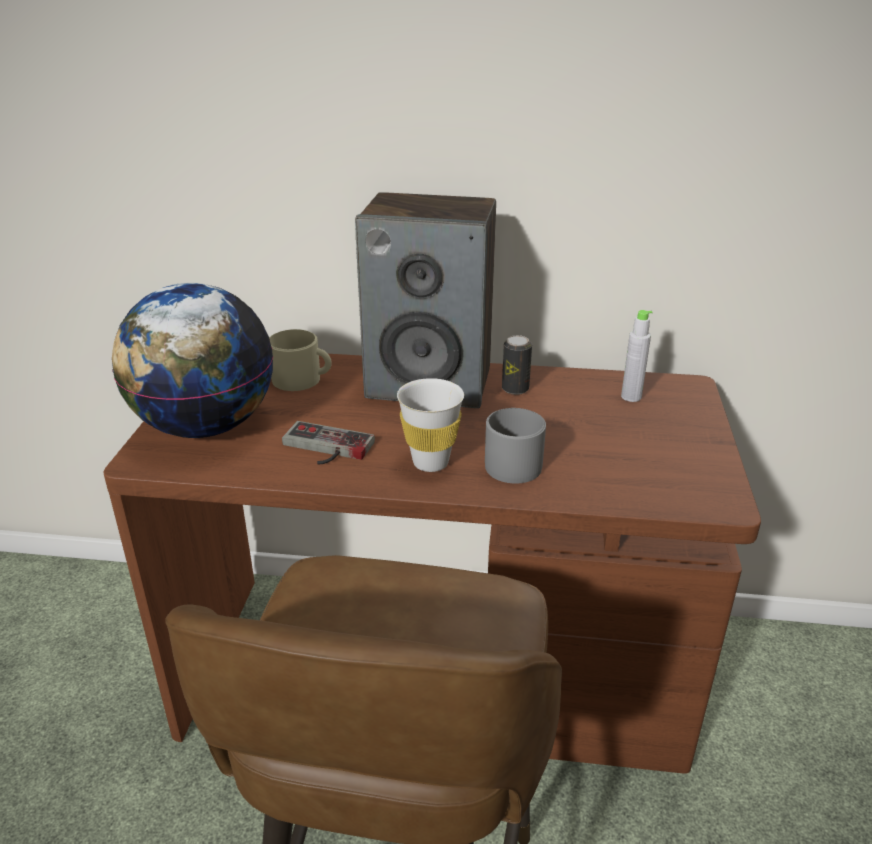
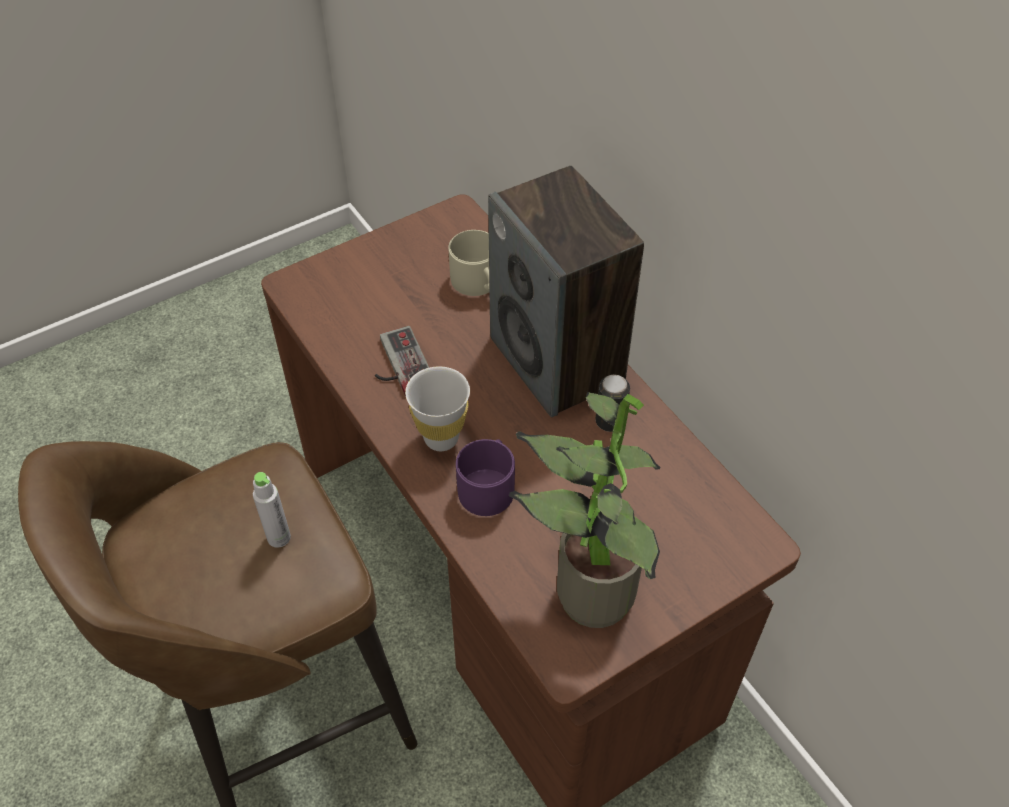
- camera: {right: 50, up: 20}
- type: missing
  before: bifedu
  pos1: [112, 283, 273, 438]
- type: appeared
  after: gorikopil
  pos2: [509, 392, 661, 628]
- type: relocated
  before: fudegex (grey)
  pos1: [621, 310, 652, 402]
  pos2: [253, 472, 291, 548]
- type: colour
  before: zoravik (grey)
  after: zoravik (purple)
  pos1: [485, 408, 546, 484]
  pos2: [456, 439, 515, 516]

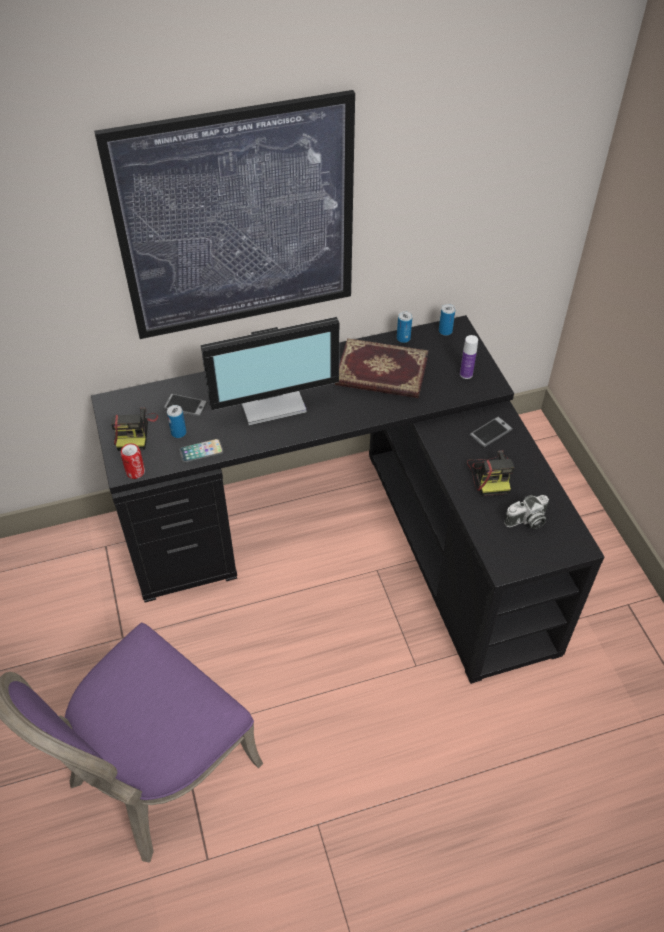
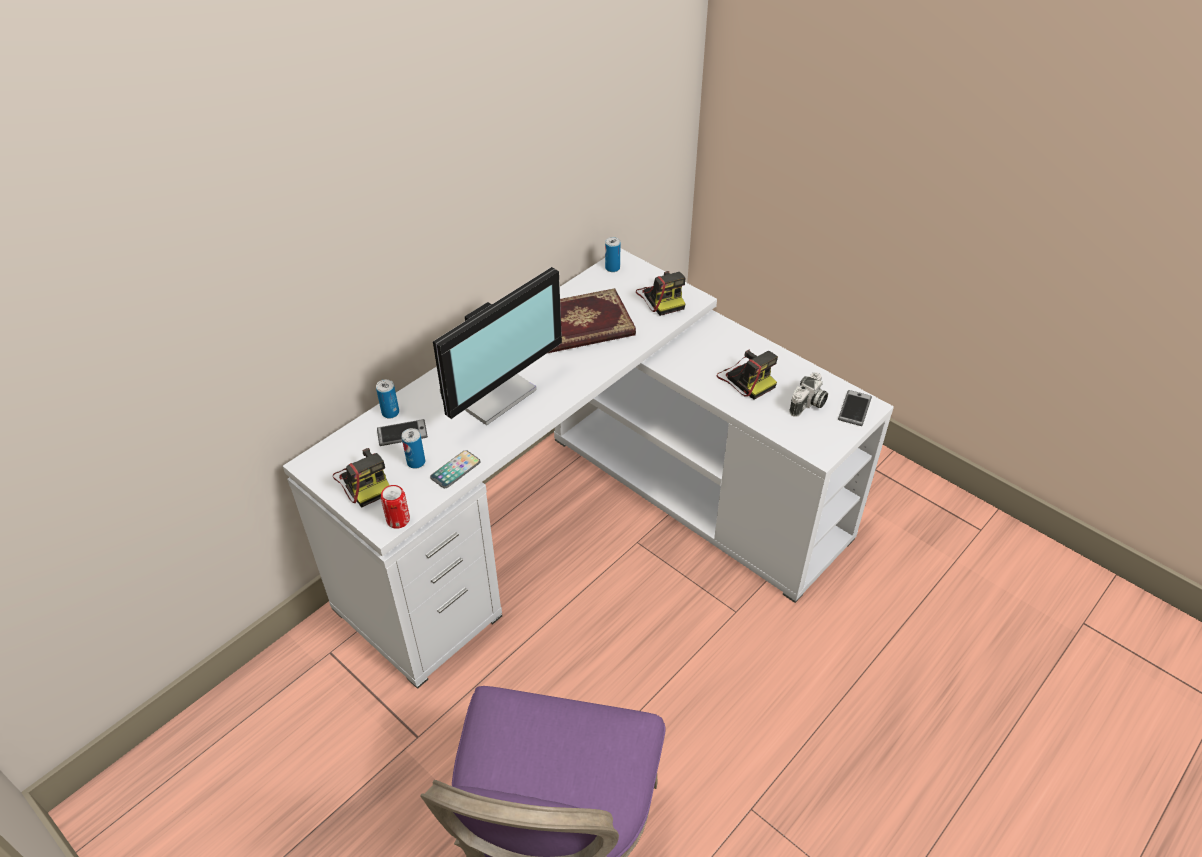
- camera: {right: -30, up: -5}
- type: missing
  before: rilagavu
  pos1: [94, 90, 355, 339]
- type: relocated
  before: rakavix
  pos1: [397, 311, 412, 343]
  pos2: [376, 379, 399, 418]
- type: relocated
  before: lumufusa
  pos1: [470, 417, 513, 447]
  pos2: [838, 390, 872, 426]
- type: exchanged
  before: fudegex
  after: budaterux
  pos1: [460, 335, 478, 379]
  pos2: [636, 271, 686, 316]
- type: colour
  before: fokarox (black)
  after: fokarox (white)
  pos1: [91, 315, 605, 684]
  pos2: [283, 248, 894, 689]

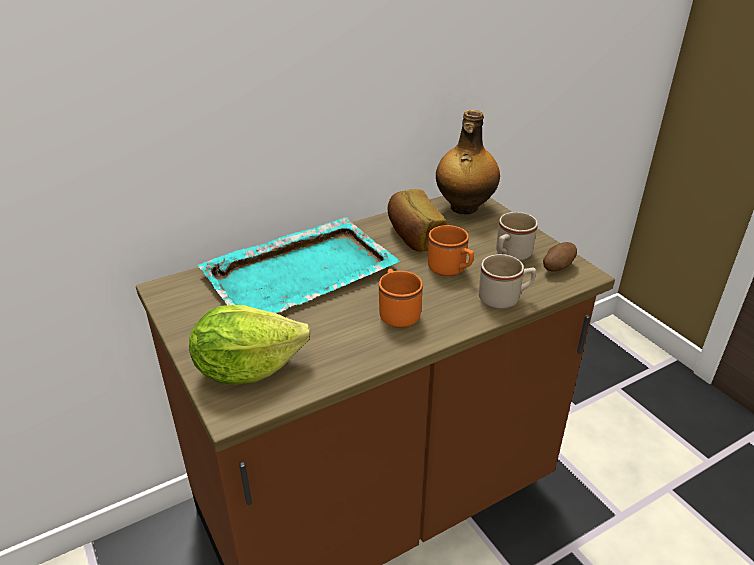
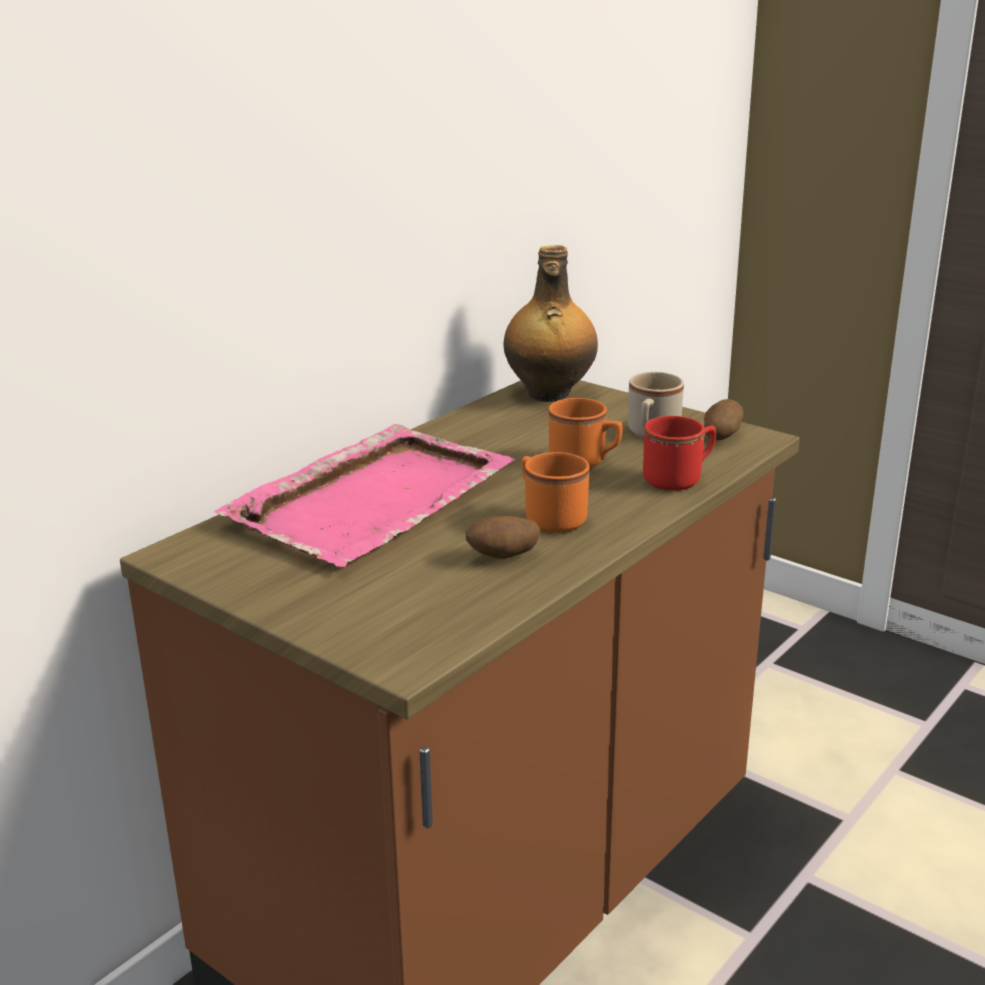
- camera: {right: -20, up: -10}
- type: missing
  before: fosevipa
  pos1: [189, 305, 311, 385]
- type: missing
  before: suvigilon
  pos1: [388, 189, 447, 252]
- type: appeared
  after: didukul
  pos2: [465, 516, 540, 559]
- type: colour
  before: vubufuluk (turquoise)
  after: vubufuluk (pink)
  pos1: [198, 217, 400, 313]
  pos2: [214, 424, 515, 567]
- type: colour
  before: zoravik (beige)
  after: zoravik (red)
  pos1: [479, 254, 536, 309]
  pos2: [643, 416, 716, 491]

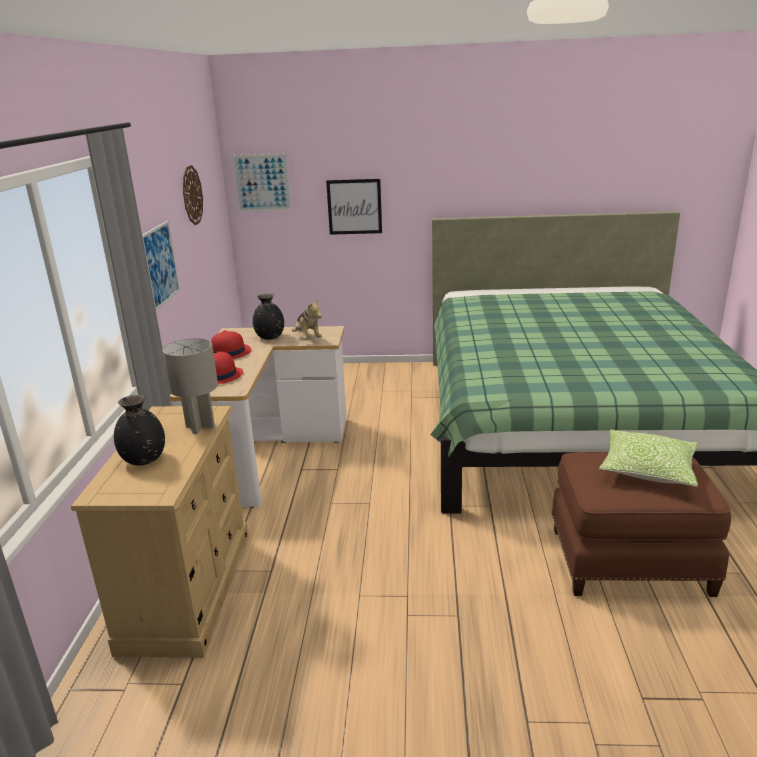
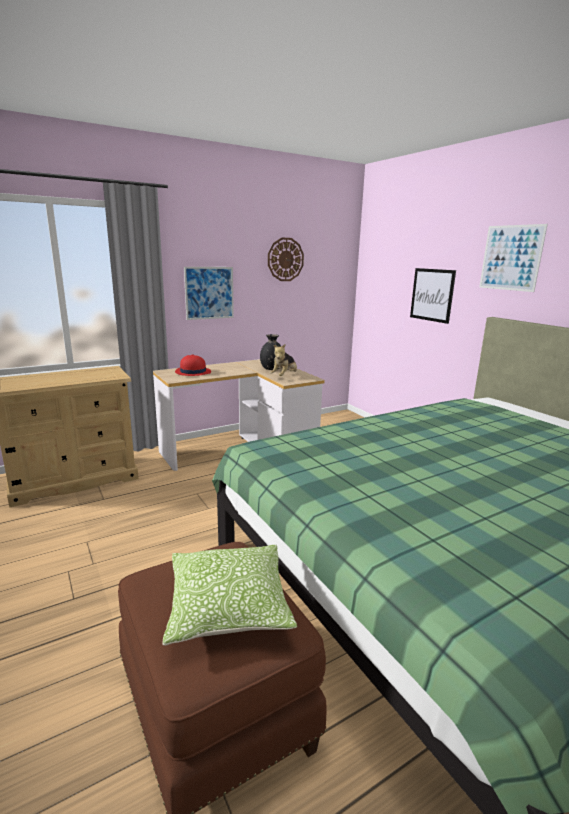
- camera: {right: 55, up: -5}
- type: missing
  before: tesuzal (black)
  pos1: [114, 395, 165, 465]
- type: missing
  before: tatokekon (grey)
  pos1: [162, 338, 218, 434]
- type: missing
  before: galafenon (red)
  pos1: [211, 330, 252, 359]
- type: relocated
  before: rilagavu
  pos1: [232, 153, 292, 212]
  pos2: [479, 224, 548, 292]

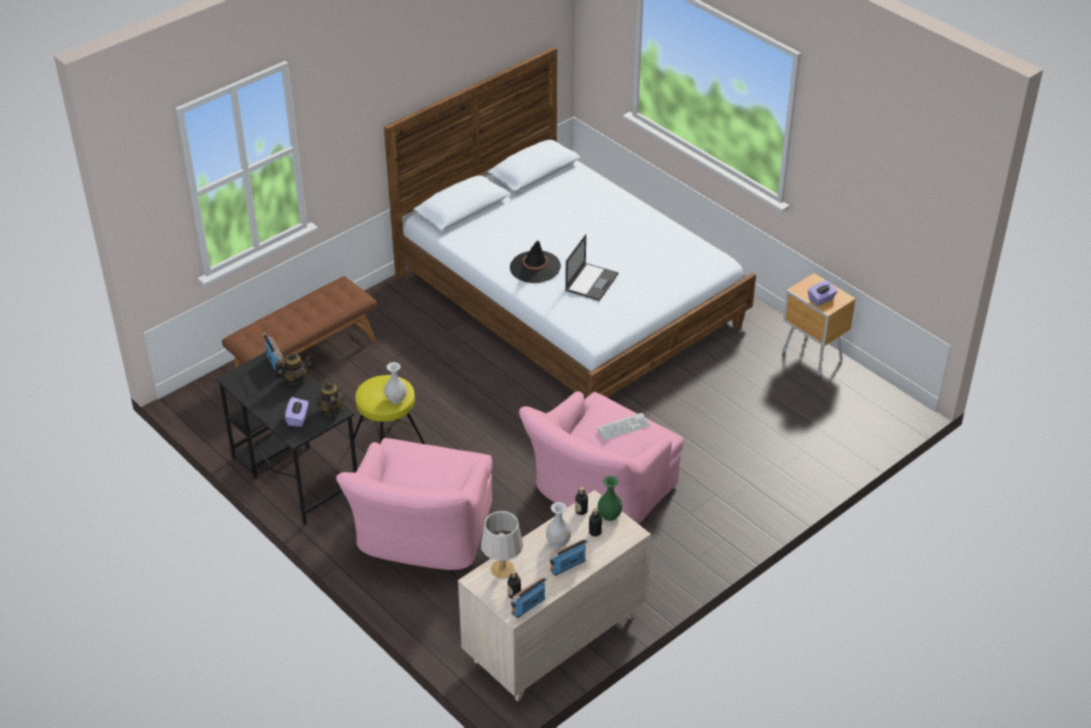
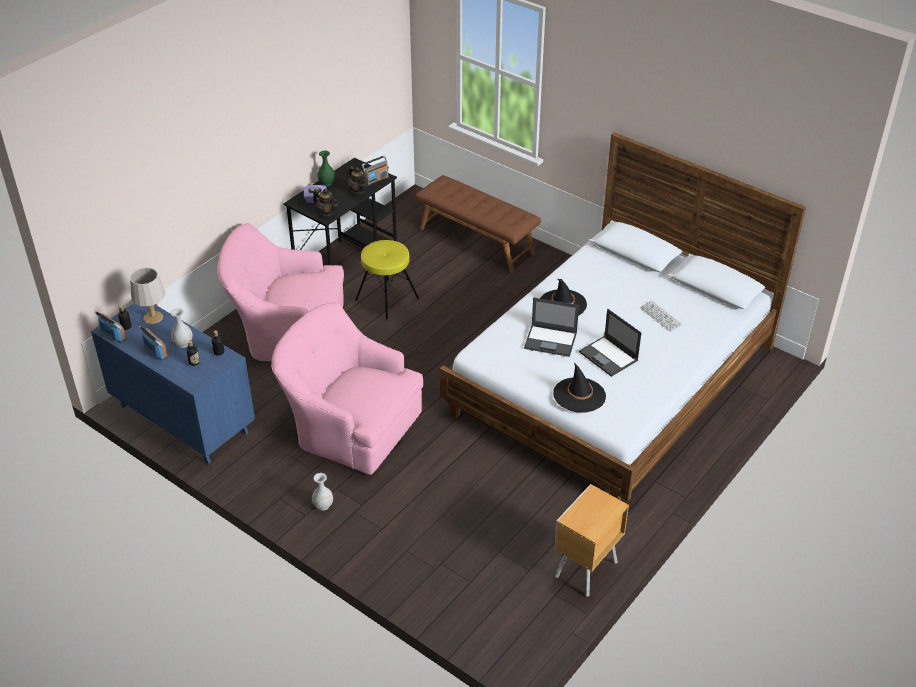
- camera: {right: 80, up: 0}
- type: missing
  before: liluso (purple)
  pos1: [808, 281, 837, 306]
- type: appeared
  after: galafenon (black)
  pos2: [553, 362, 606, 413]
- type: appeared
  after: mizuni
  pos2: [579, 309, 642, 377]
- type: relocated
  before: tesuzal (white)
  pos1: [384, 362, 407, 404]
  pos2: [312, 473, 333, 511]
- type: relocated
  before: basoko
  pos1: [596, 413, 650, 441]
  pos2: [640, 300, 682, 332]
- type: relocated
  before: tesuzal (green)
  pos1: [597, 476, 622, 521]
  pos2: [317, 151, 335, 186]
- type: colour
  before: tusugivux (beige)
  after: tusugivux (blue)
  pos1: [458, 490, 651, 702]
  pos2: [91, 303, 255, 464]
- type: spun
  before: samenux
  pos1: [316, 378, 345, 417]
  pos2: [313, 189, 339, 217]
  turn: 60

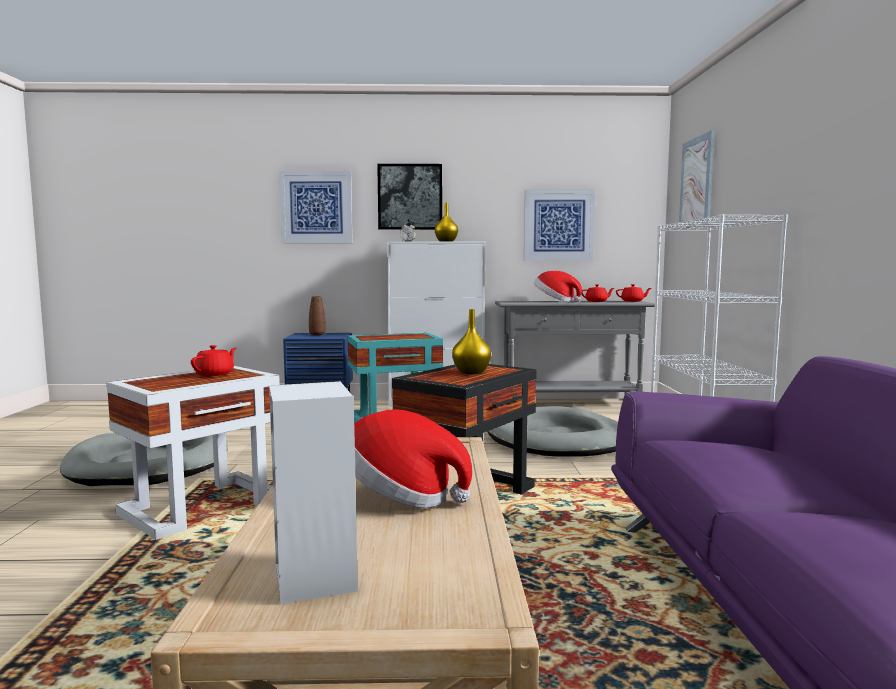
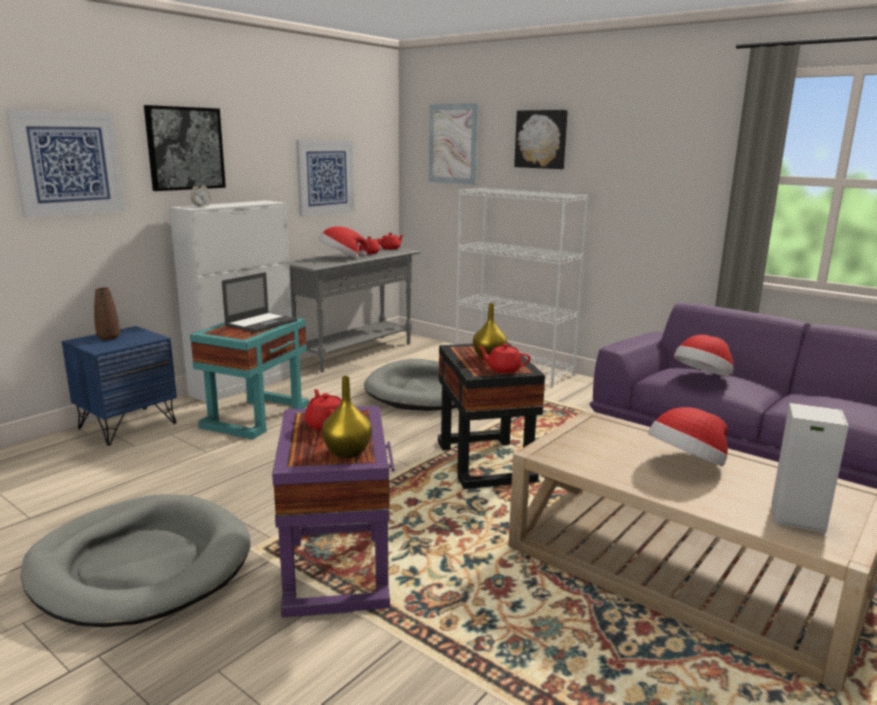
- camera: {right: -50, up: 10}
- type: appeared
  after: mizuni
  pos2: [222, 272, 297, 333]
- type: appeared
  after: samenux (red)
  pos2: [477, 343, 531, 373]
- type: appeared
  after: rilagavu
  pos2: [514, 110, 568, 169]
- type: appeared
  after: galafenon
  pos2: [674, 335, 734, 377]
- type: relocated
  before: tesuzal (yellow)
  pos1: [435, 202, 458, 242]
  pos2: [322, 376, 372, 458]
- type: colour
  before: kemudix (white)
  after: kemudix (purple)
  pos1: [107, 366, 280, 540]
  pos2: [272, 406, 394, 618]

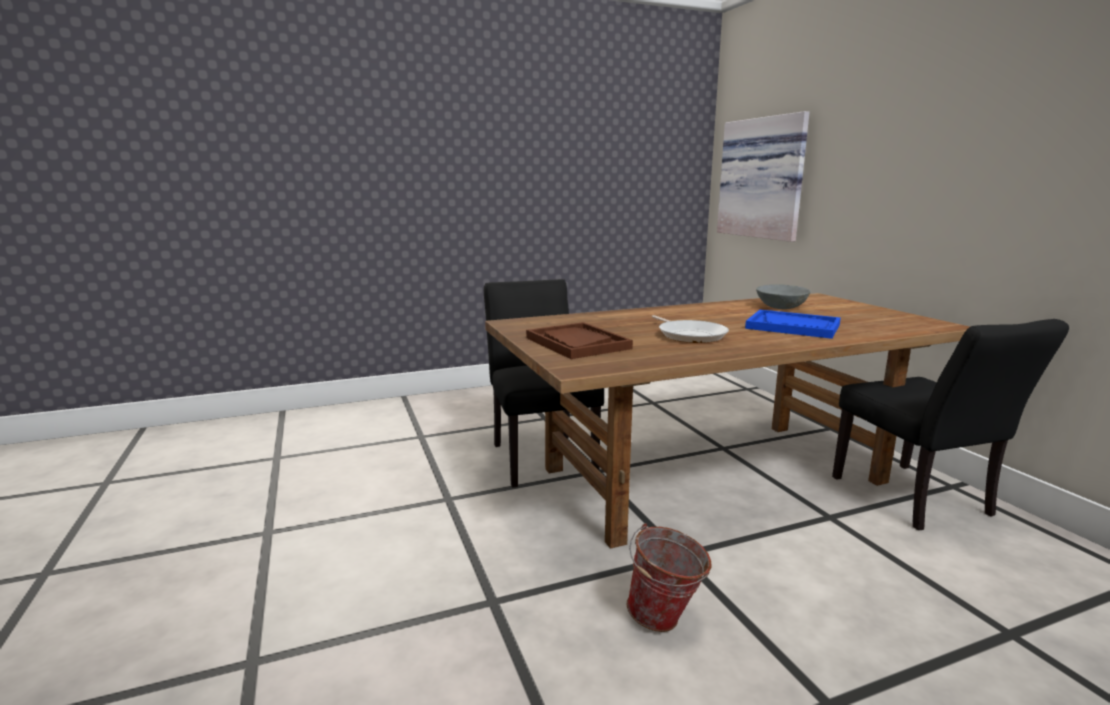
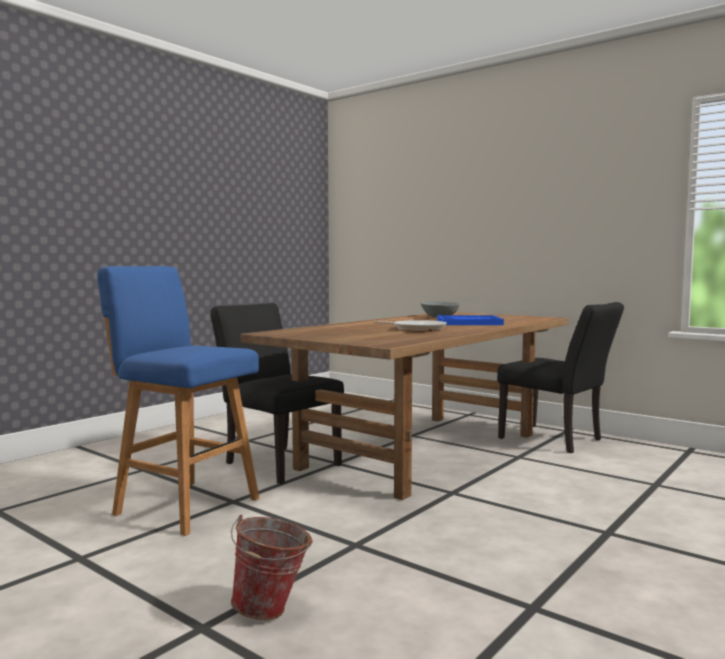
- camera: {right: -30, up: -10}
- type: missing
  before: vubufuluk (brown)
  pos1: [526, 322, 633, 359]
- type: missing
  before: rilagavu
  pos1: [717, 111, 810, 242]
- type: appeared
  after: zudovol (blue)
  pos2: [97, 266, 259, 536]
- type: relocated
  before: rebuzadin
  pos1: [626, 523, 712, 632]
  pos2: [231, 515, 313, 620]

